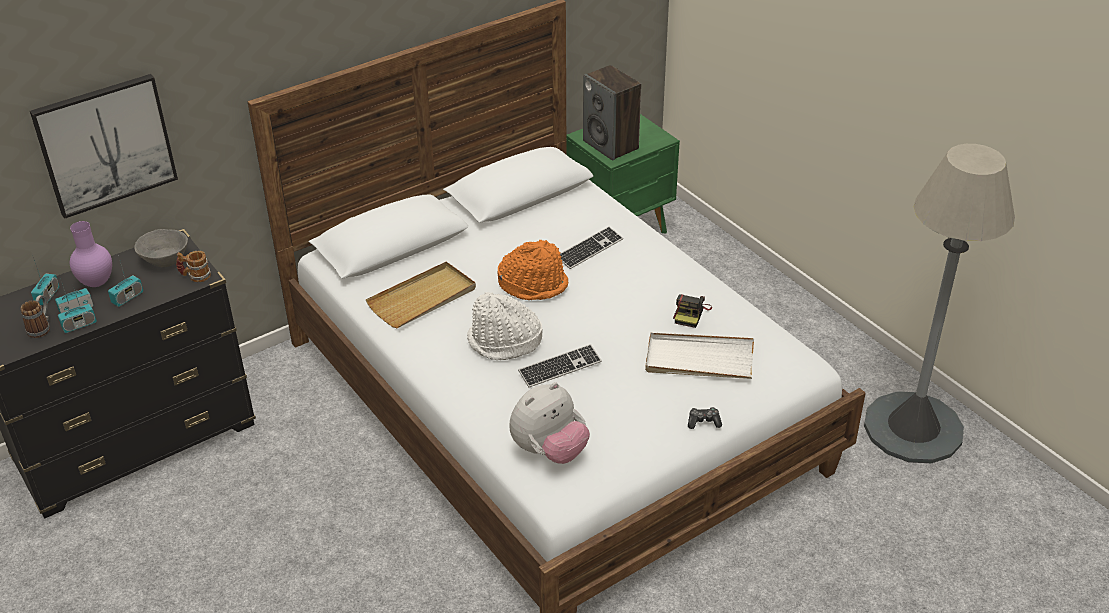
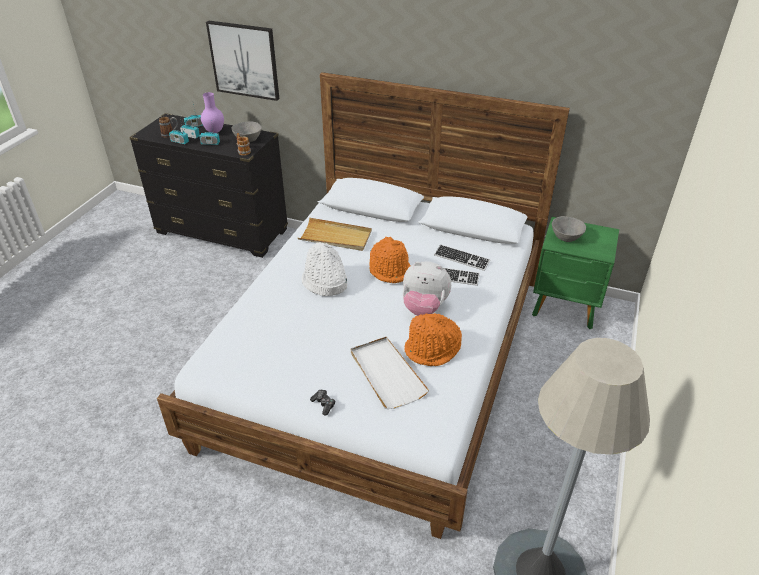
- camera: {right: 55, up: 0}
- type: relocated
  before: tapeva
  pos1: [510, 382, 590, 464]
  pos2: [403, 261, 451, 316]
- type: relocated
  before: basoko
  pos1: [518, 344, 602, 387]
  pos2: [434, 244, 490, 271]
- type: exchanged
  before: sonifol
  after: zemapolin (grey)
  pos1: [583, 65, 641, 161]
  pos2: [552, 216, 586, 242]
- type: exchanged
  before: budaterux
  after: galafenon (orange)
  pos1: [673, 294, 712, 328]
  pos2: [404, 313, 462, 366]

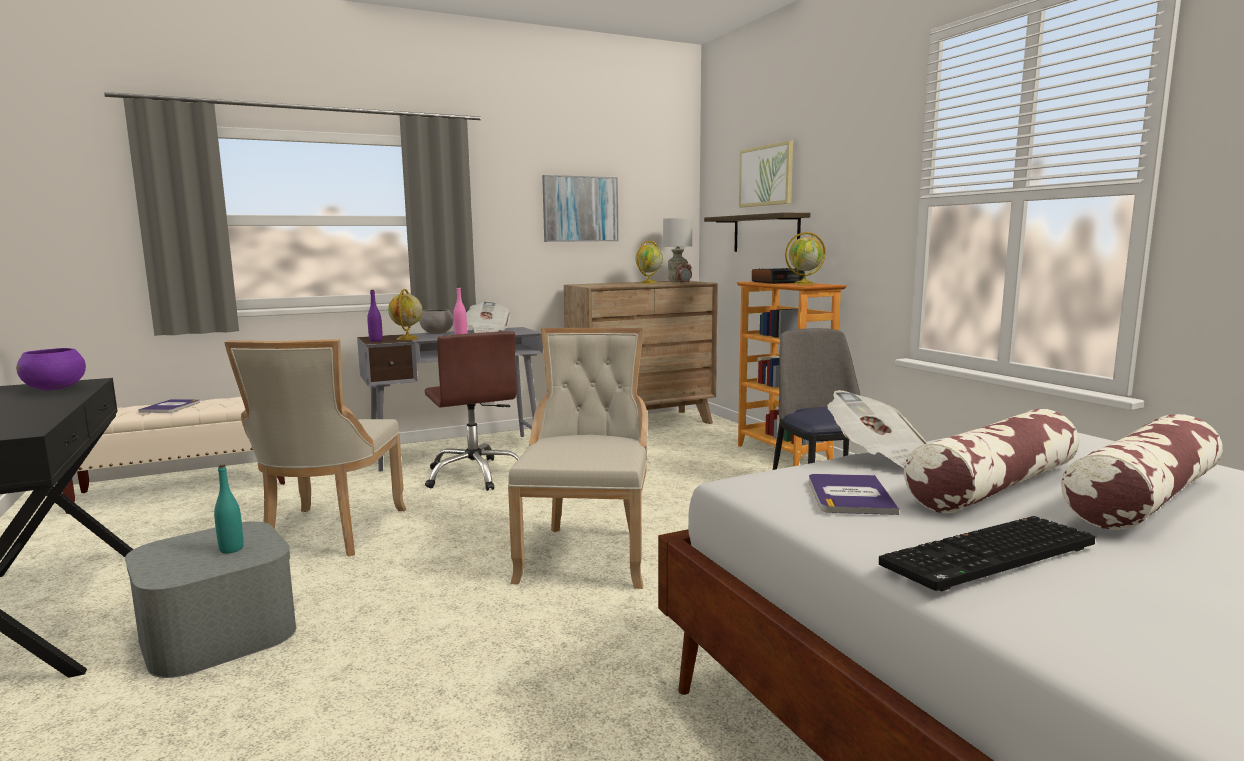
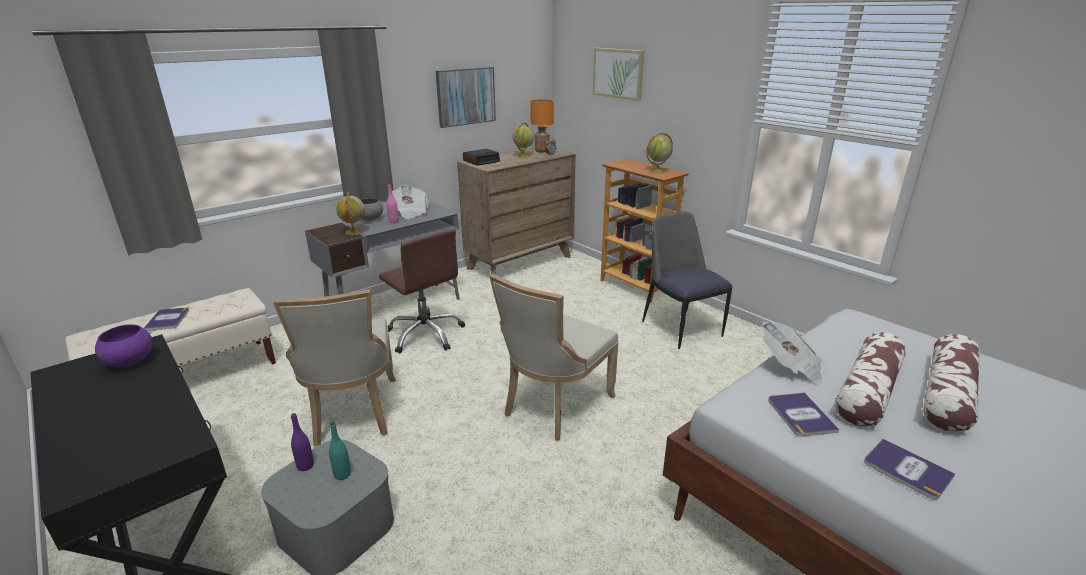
- camera: {right: -15, up: 15}
- type: missing
  before: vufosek
  pos1: [704, 213, 810, 252]
- type: relocated
  before: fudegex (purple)
  pos1: [367, 290, 383, 342]
  pos2: [291, 413, 314, 471]
- type: relocated
  before: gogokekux
  pos1: [752, 268, 805, 284]
  pos2: [463, 149, 500, 166]
- type: exchanged
  before: basoko
  after: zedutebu
  pos1: [879, 516, 1095, 591]
  pos2: [864, 439, 955, 500]
- type: colour
  before: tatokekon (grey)
  after: tatokekon (orange)
  pos1: [663, 218, 692, 282]
  pos2: [530, 99, 554, 152]
- type: spun
  before: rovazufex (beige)
  pos1: [508, 328, 648, 589]
  pos2: [489, 274, 619, 440]
  turn: -135

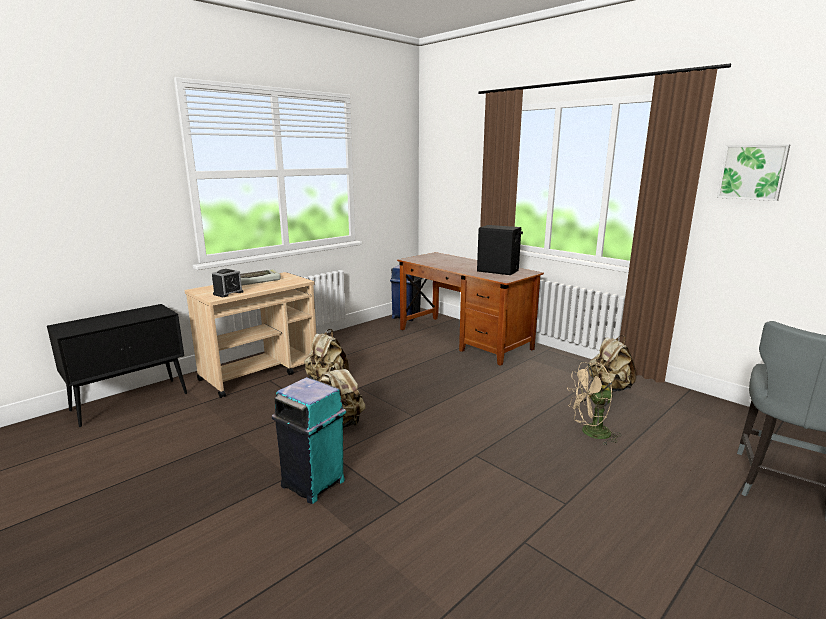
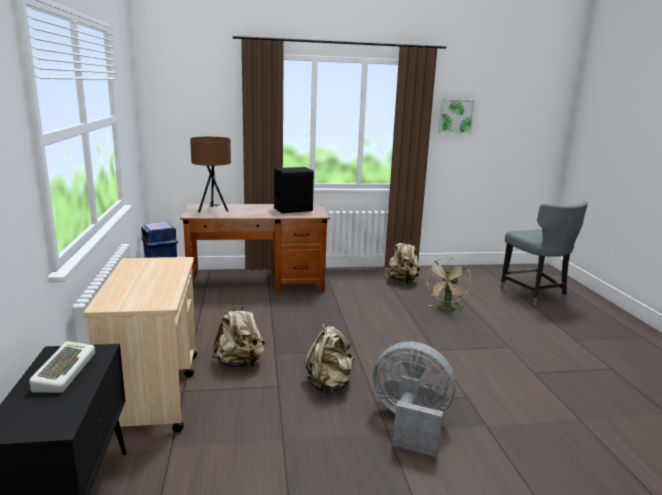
- camera: {right: -55, up: 0}
- type: missing
  before: gogokekux
  pos1: [212, 269, 243, 297]
- type: appeared
  after: tatokekon (brown)
  pos2: [190, 137, 231, 213]
- type: relocated
  before: basoko
  pos1: [240, 269, 281, 286]
  pos2: [29, 341, 95, 393]
- type: exchanged
  before: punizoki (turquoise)
  after: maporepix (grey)
  pos1: [272, 377, 346, 504]
  pos2: [373, 342, 456, 457]

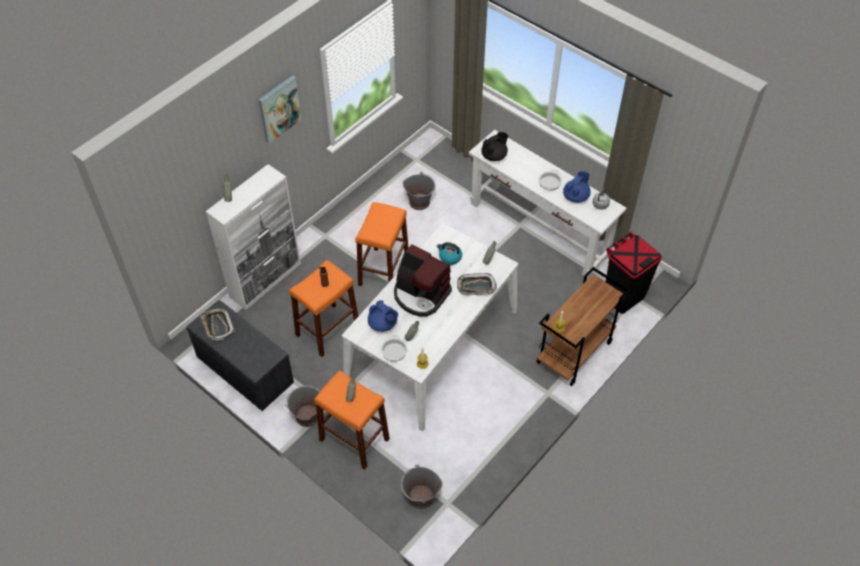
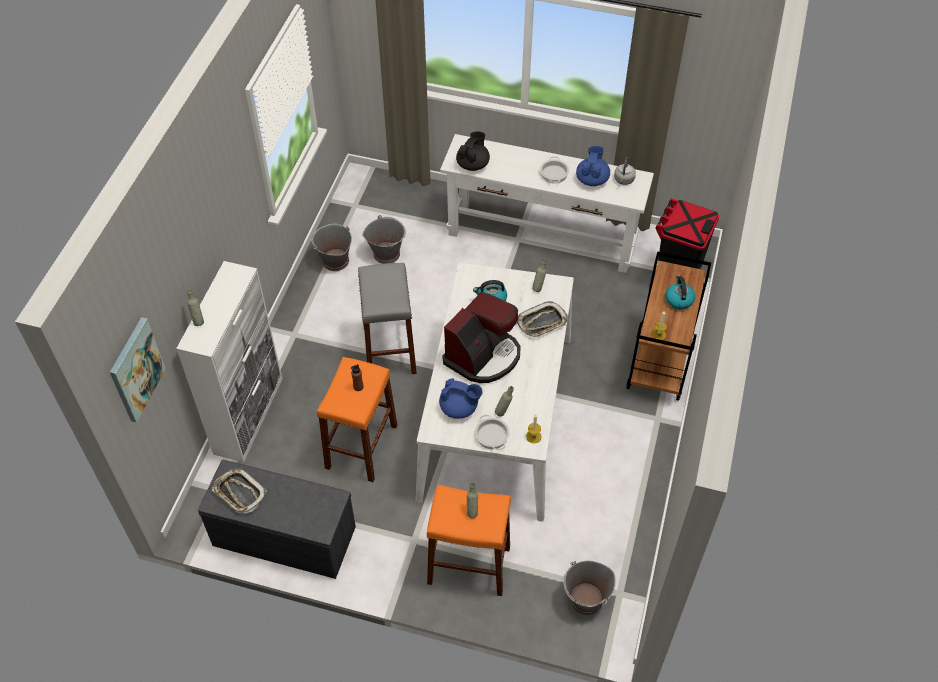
- camera: {right: -25, up: 0}
- type: appeared
  after: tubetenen
  pos2: [665, 275, 695, 310]
- type: relocated
  before: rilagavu
  pos1: [259, 75, 302, 144]
  pos2: [110, 317, 166, 422]
- type: relocated
  before: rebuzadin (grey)
  pos1: [285, 385, 320, 427]
  pos2: [311, 224, 352, 271]
- type: colour
  before: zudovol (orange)
  after: zudovol (grey)
  pos1: [356, 202, 409, 286]
  pos2: [358, 263, 417, 374]
- type: spun
  before: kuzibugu
  pos1: [394, 245, 452, 317]
  pos2: [442, 292, 521, 383]
  turn: -60

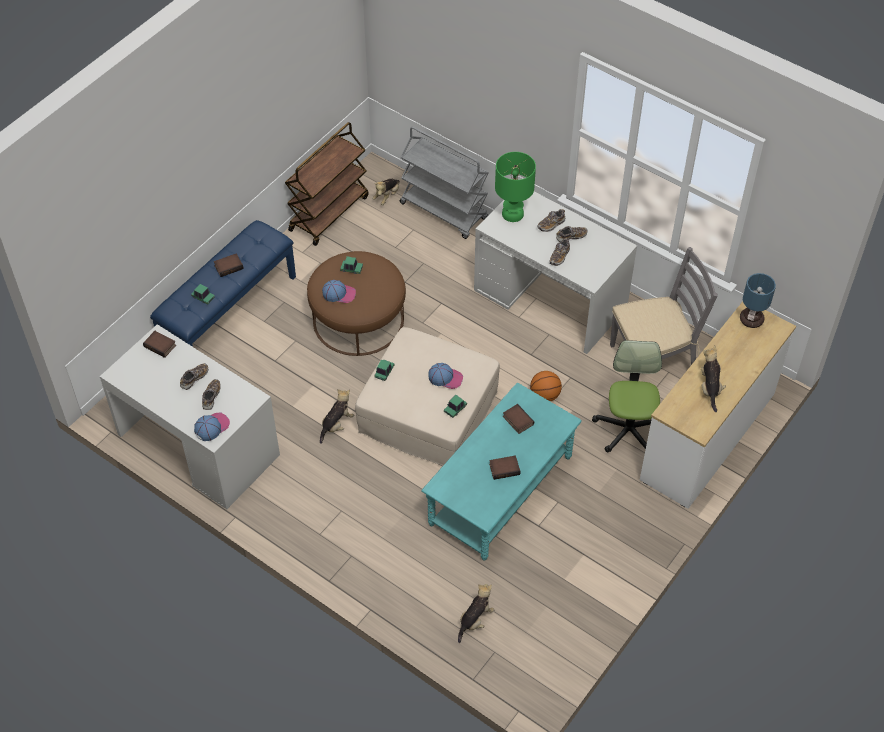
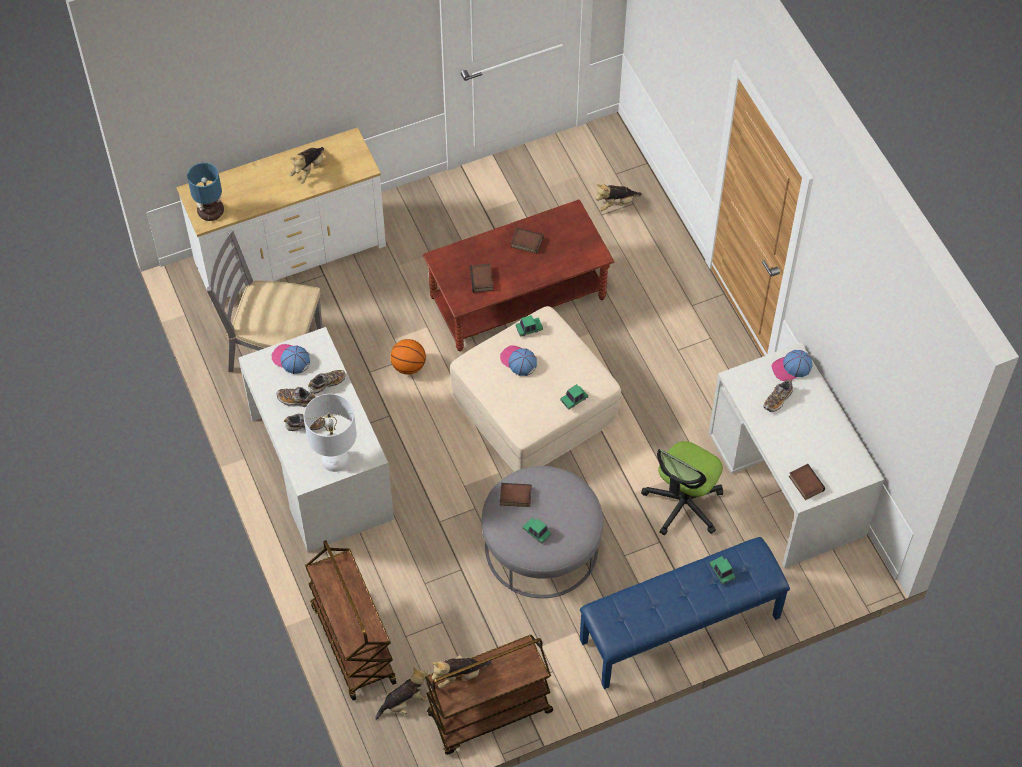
- camera: {right: -150, up: 5}
- type: missing
  before: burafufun
  pos1: [180, 363, 209, 390]
- type: relocated
  before: zedutebu
  pos1: [214, 253, 244, 277]
  pos2: [500, 483, 532, 507]
- type: relocated
  before: tapeva
  pos1: [320, 389, 354, 444]
  pos2: [432, 655, 491, 689]
- type: relocated
  before: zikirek
  pos1: [322, 280, 356, 303]
  pos2: [271, 344, 310, 374]
- type: relocated
  before: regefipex
  pos1: [592, 340, 662, 453]
  pos2: [641, 441, 723, 535]
- type: colour
  before: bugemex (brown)
  after: bugemex (grey)
  pos1: [307, 251, 406, 356]
  pos2: [482, 466, 603, 598]
- type: colour
  before: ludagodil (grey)
  after: ludagodil (brown)
  pos1: [400, 126, 489, 239]
  pos2: [305, 540, 396, 700]
- type: colour
  before: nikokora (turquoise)
  after: nikokora (brown)
  pos1: [421, 383, 582, 561]
  pos2: [423, 200, 614, 351]
- type: colour
  before: tatokekon (green)
  after: tatokekon (white)
  pos1: [495, 152, 536, 222]
  pos2: [304, 394, 356, 472]

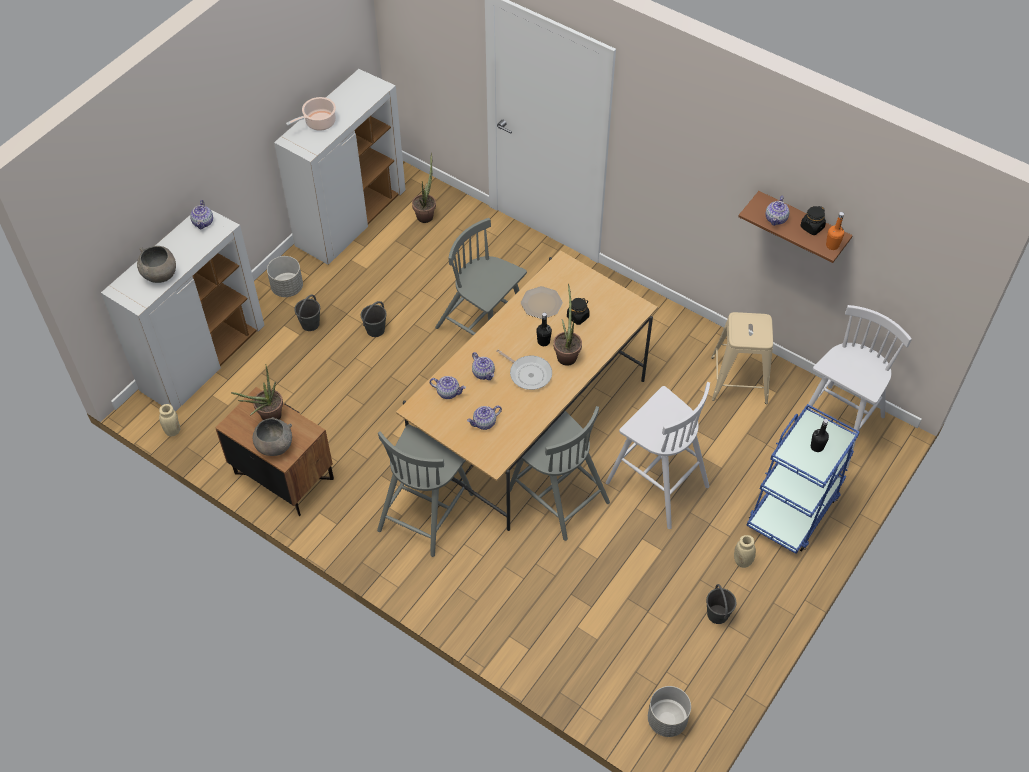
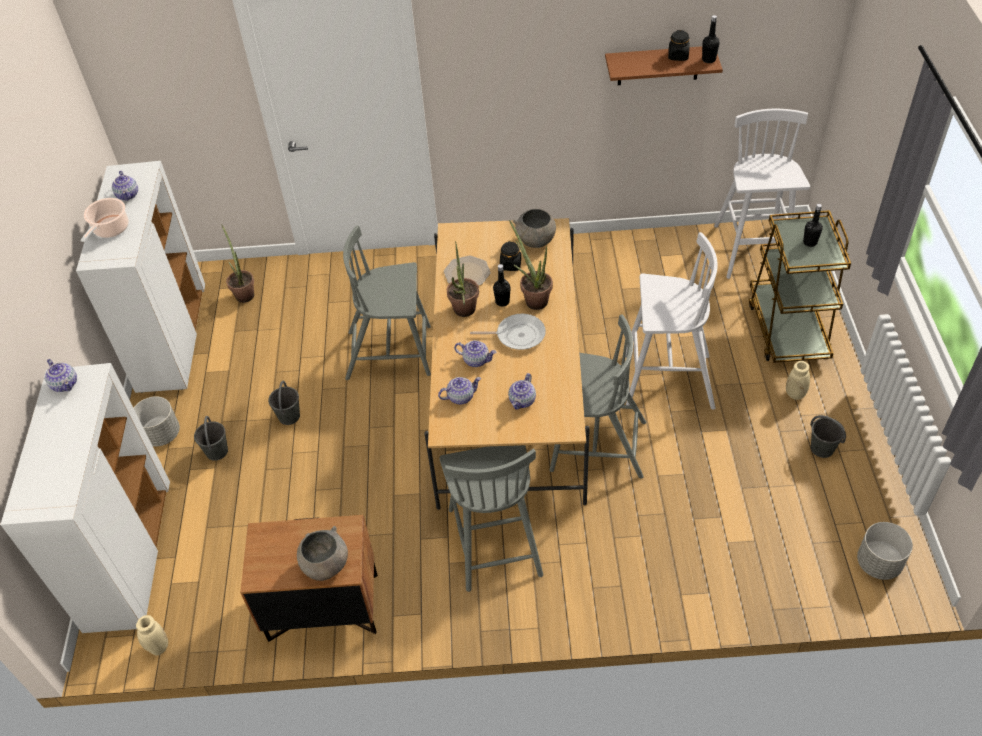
- camera: {right: -35, up: -5}
- type: missing
  before: zudovol (beige)
  pos1: [711, 312, 773, 404]
- type: relocated
  before: zemapolin (grey)
  pos1: [137, 246, 176, 283]
  pos2: [513, 209, 556, 248]
- type: relocated
  before: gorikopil
  pos1: [231, 364, 283, 420]
  pos2: [447, 241, 479, 317]
- type: relocated
  before: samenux
  pos1: [765, 196, 789, 226]
  pos2: [112, 171, 138, 201]
- type: colour
  before: ludagodil (blue)
  after: ludagodil (brown)
  pos1: [746, 404, 860, 554]
  pos2: [749, 210, 851, 363]
- type: colour
  before: fudegex (orange)
  after: fudegex (black)
  pos1: [826, 212, 844, 250]
  pos2: [702, 15, 720, 63]

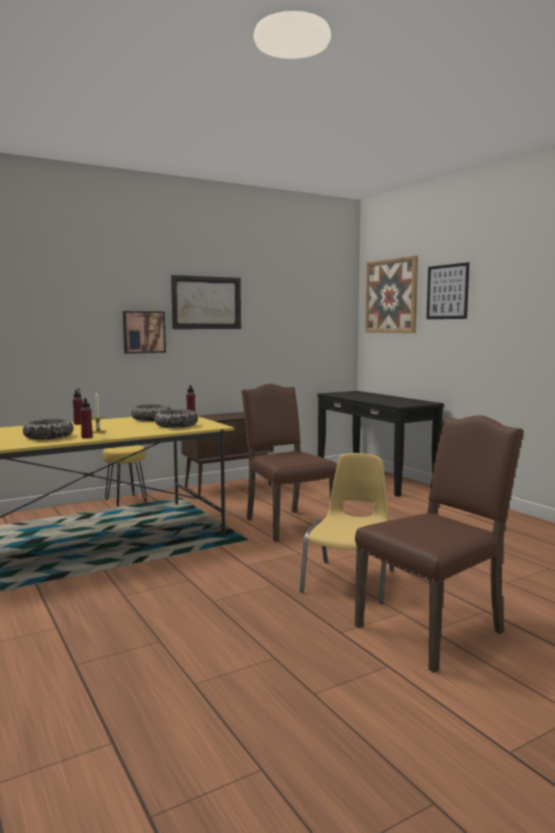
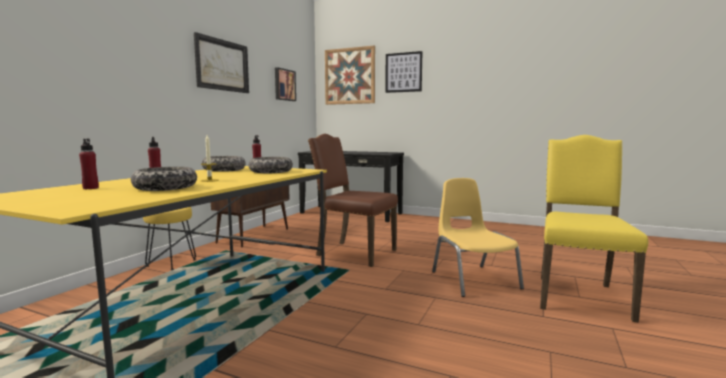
- camera: {right: -35, up: 0}
- type: relocated
  before: fudegex (red)
  pos1: [80, 398, 93, 439]
  pos2: [79, 139, 99, 189]
- type: relocated
  before: rilagavu
  pos1: [123, 311, 166, 354]
  pos2: [275, 67, 296, 101]
- type: colour
  before: rovazufex (brown)
  after: rovazufex (yellow)
  pos1: [355, 415, 524, 673]
  pos2: [540, 135, 648, 323]

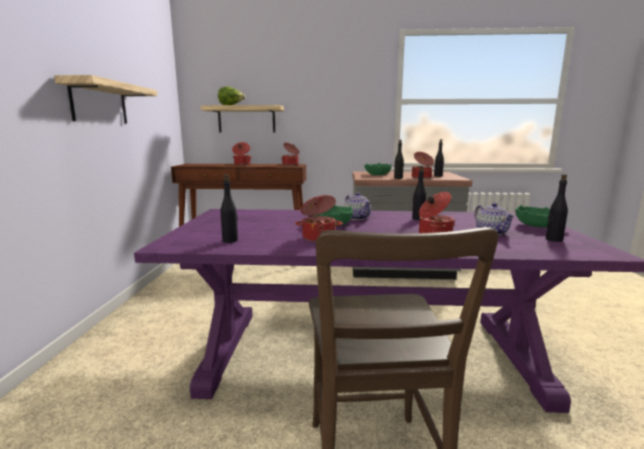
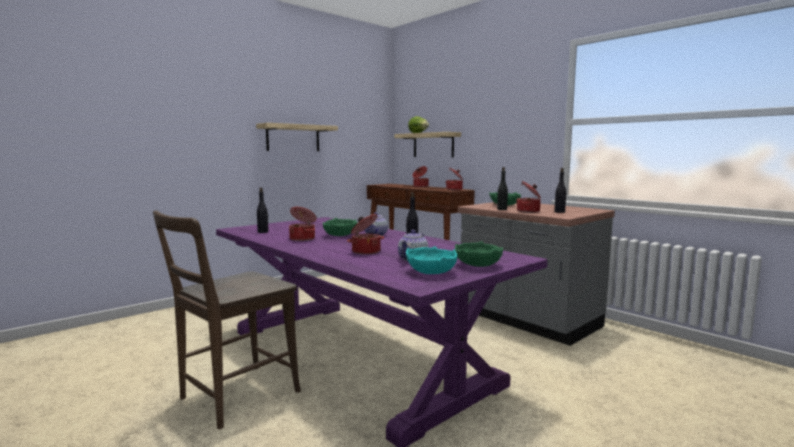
- camera: {right: 45, up: -5}
- type: exchanged
  before: fudegex (black)
  after: zemapolin (turquoise)
  pos1: [546, 174, 568, 242]
  pos2: [406, 246, 457, 274]

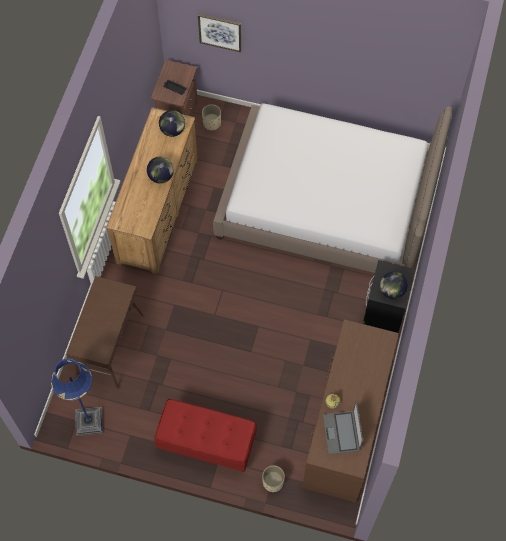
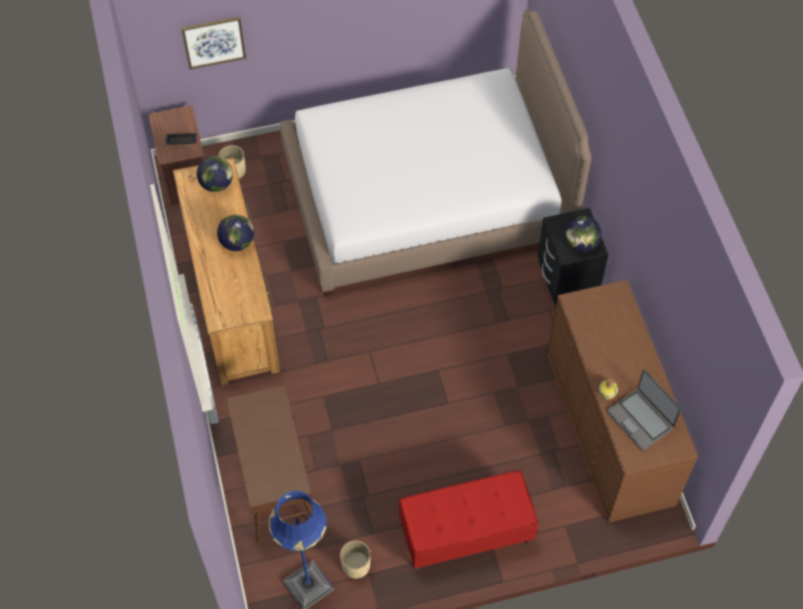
- camera: {right: -30, up: -5}
- type: relocated
  before: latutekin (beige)
  pos1: [262, 465, 285, 492]
  pos2: [340, 540, 371, 579]

